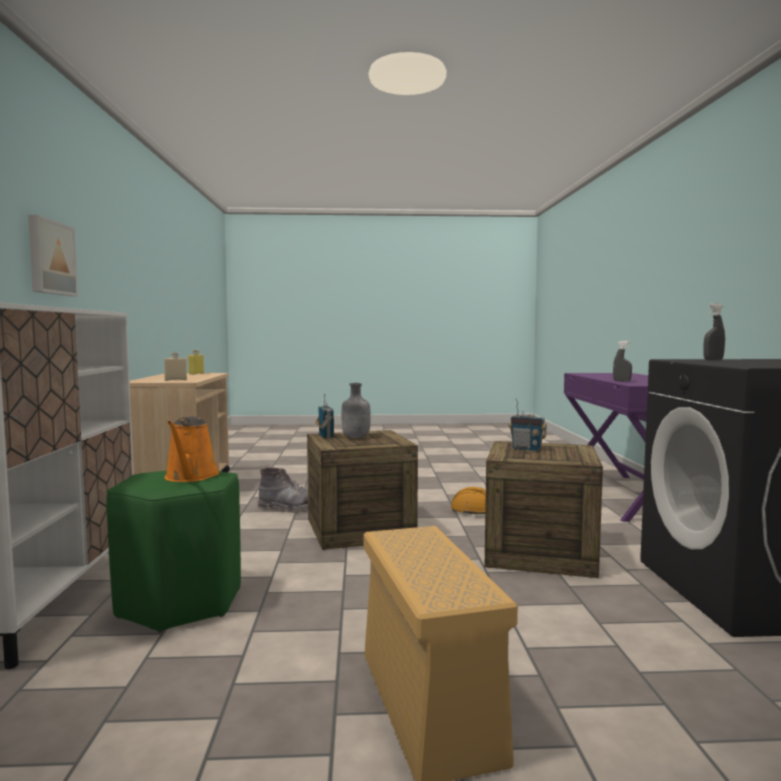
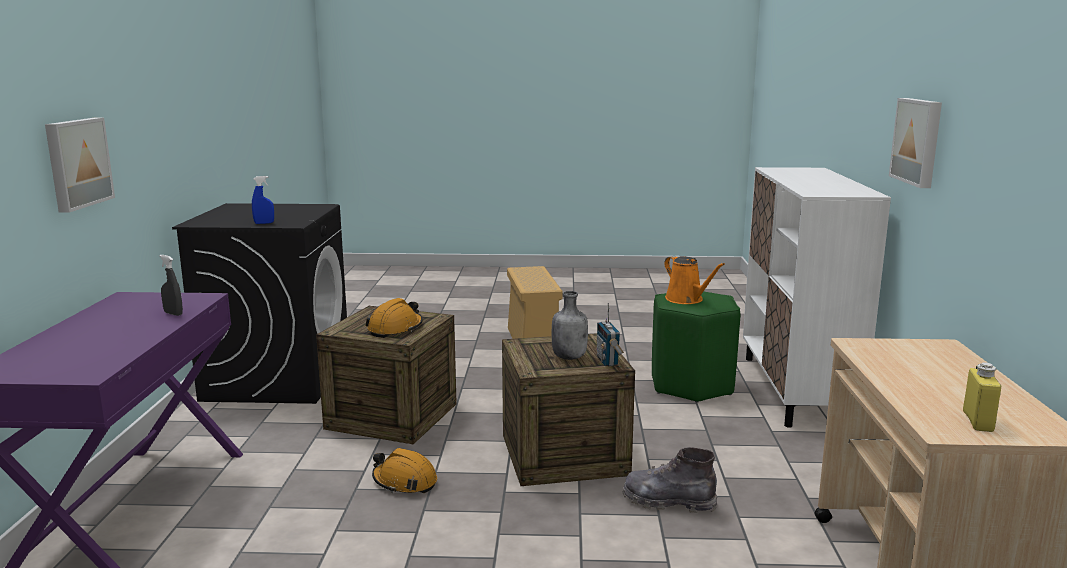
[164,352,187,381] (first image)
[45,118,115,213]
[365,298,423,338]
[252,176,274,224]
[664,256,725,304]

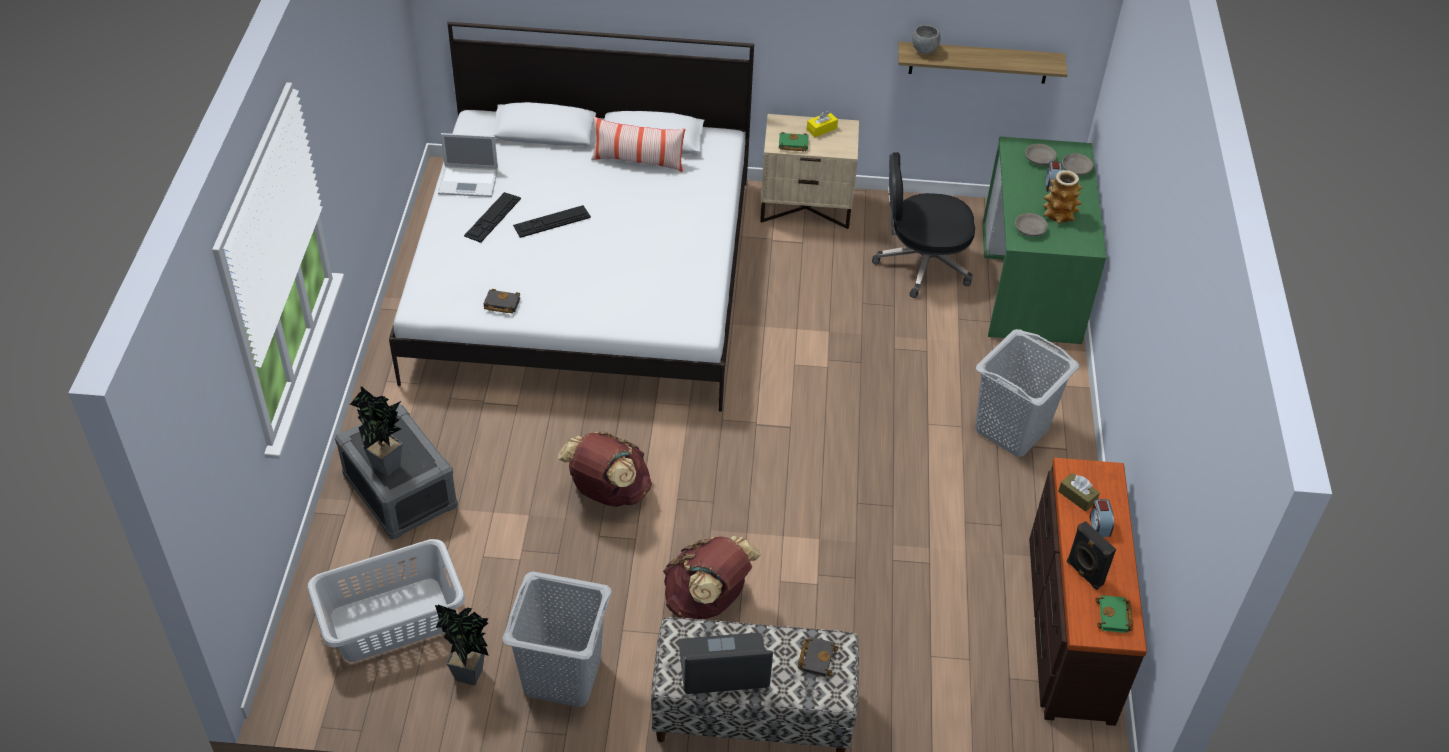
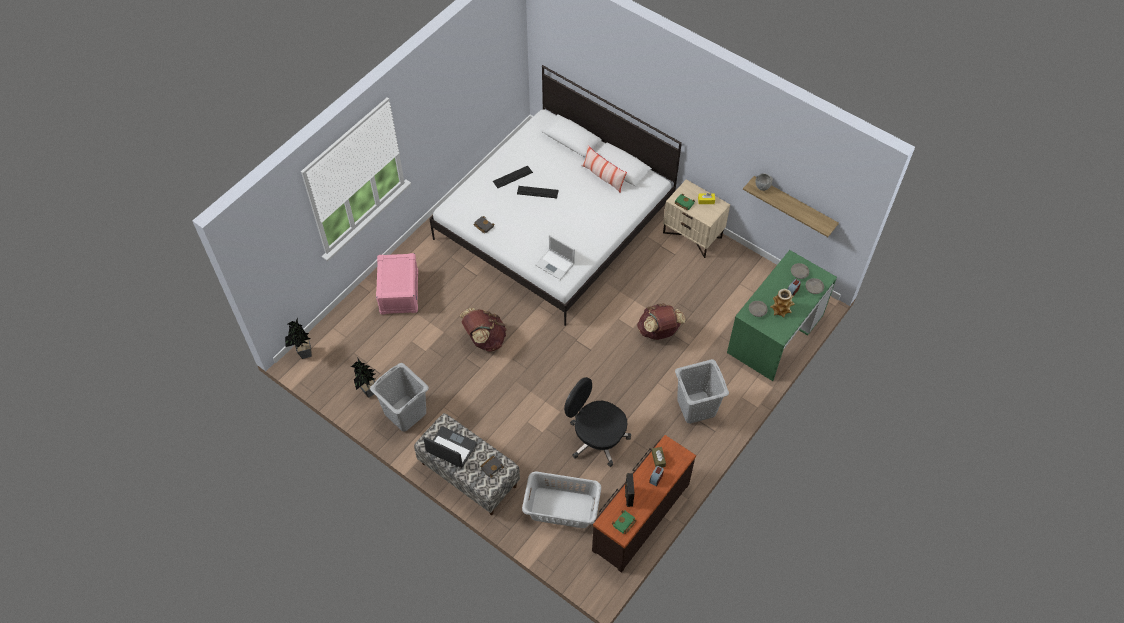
[522,471,601,528]
[285,318,312,359]
[535,235,575,280]
[637,303,686,340]
[564,377,631,467]
[376,253,418,314]

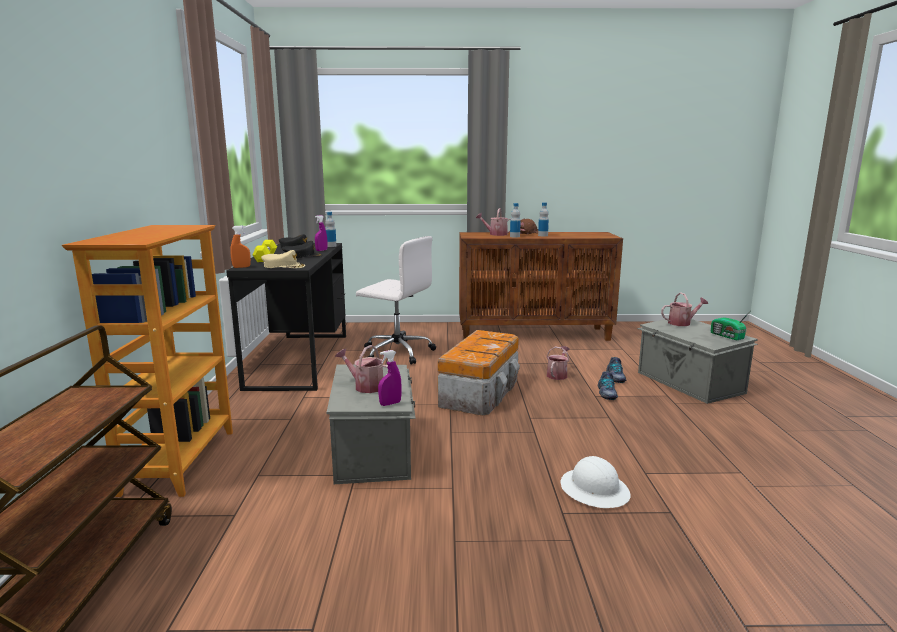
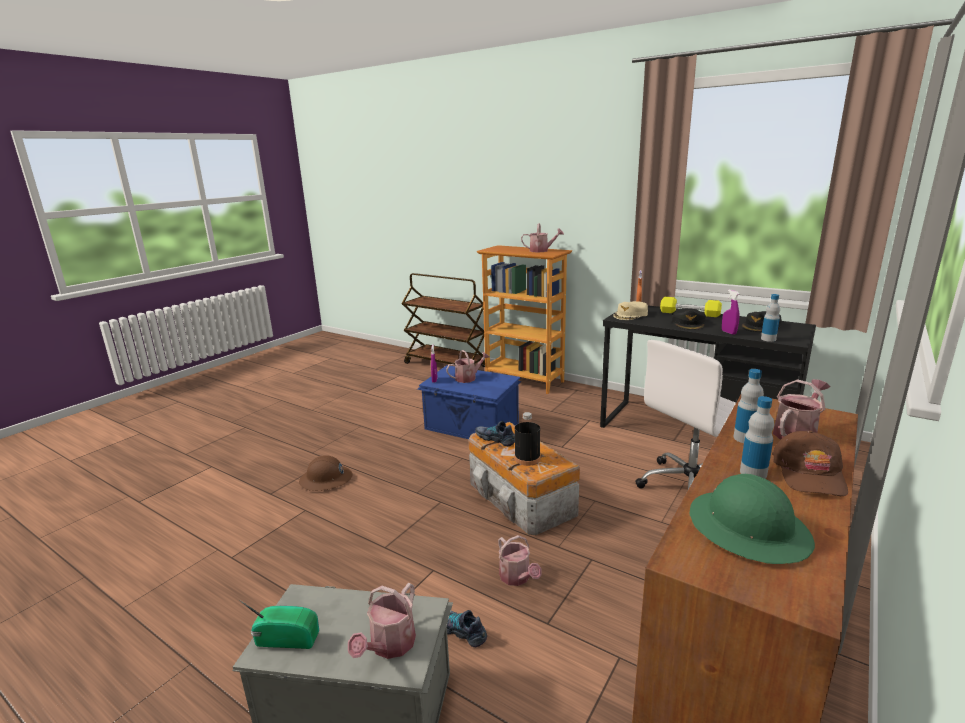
[515,412,540,466]
[521,223,564,253]
[690,474,815,564]
[475,421,515,446]
[417,365,521,439]
[299,455,353,491]

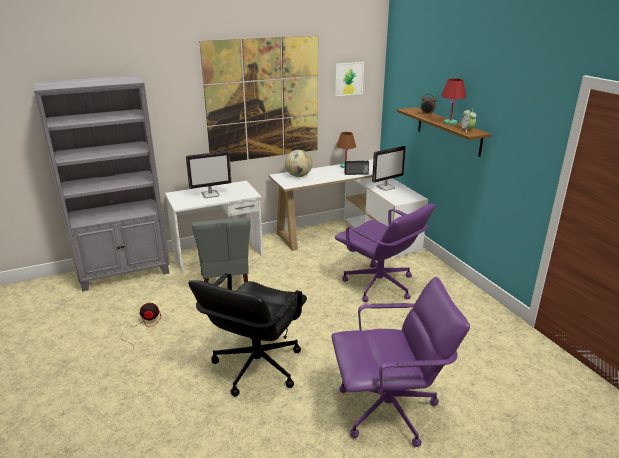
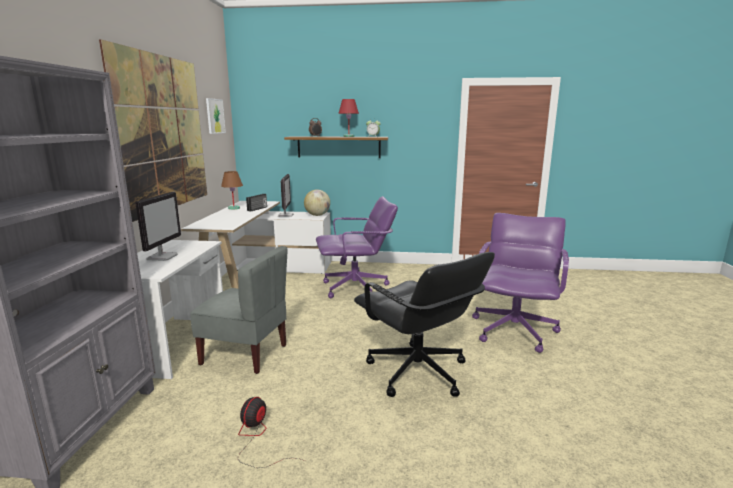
[304,190,330,216]

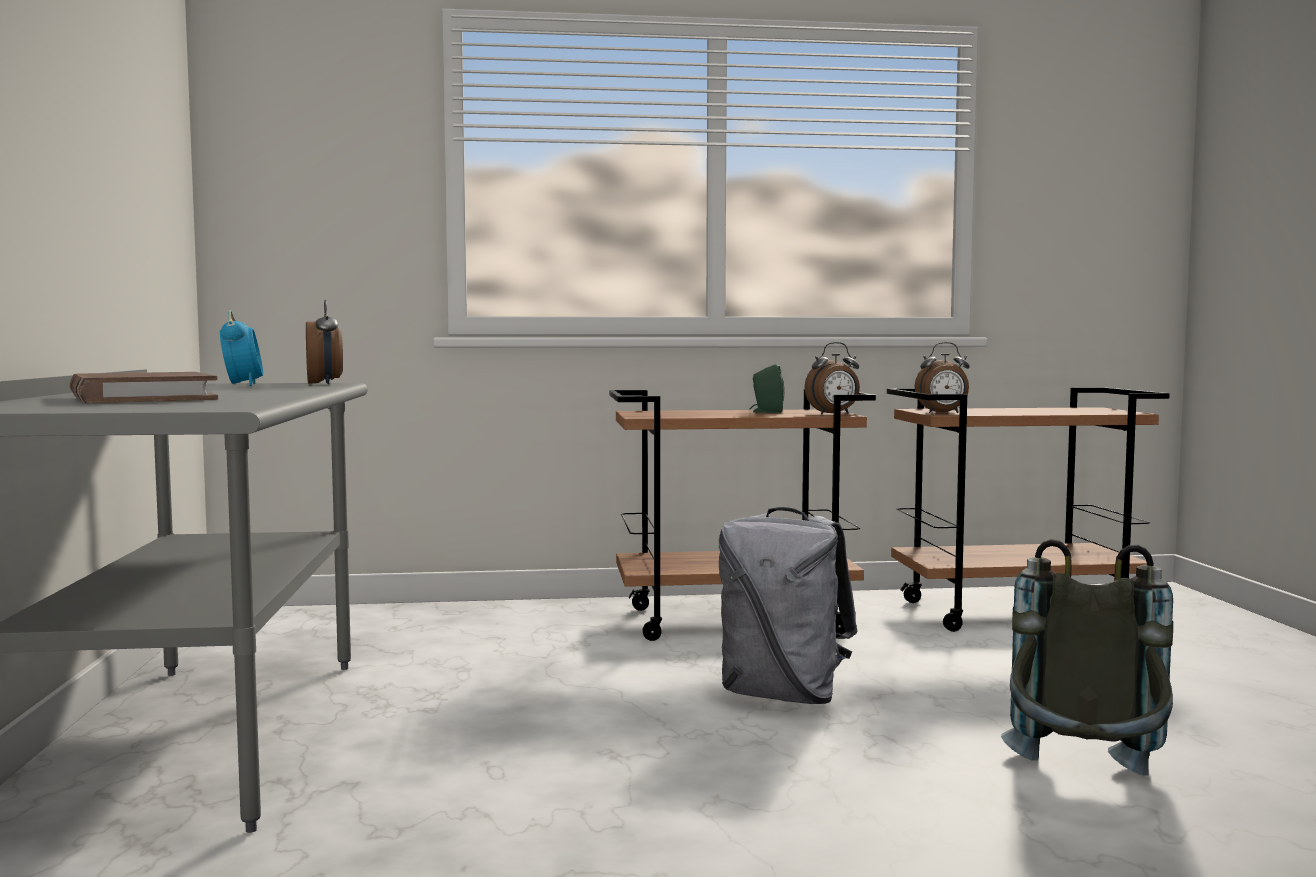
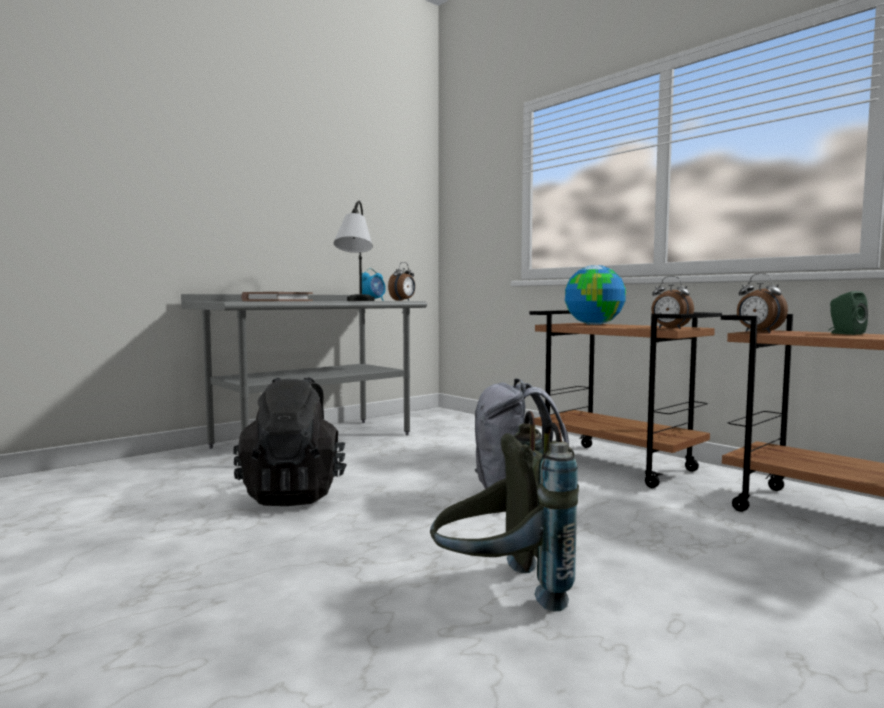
[233,377,347,506]
[334,201,375,301]
[565,265,626,325]
[828,291,868,335]

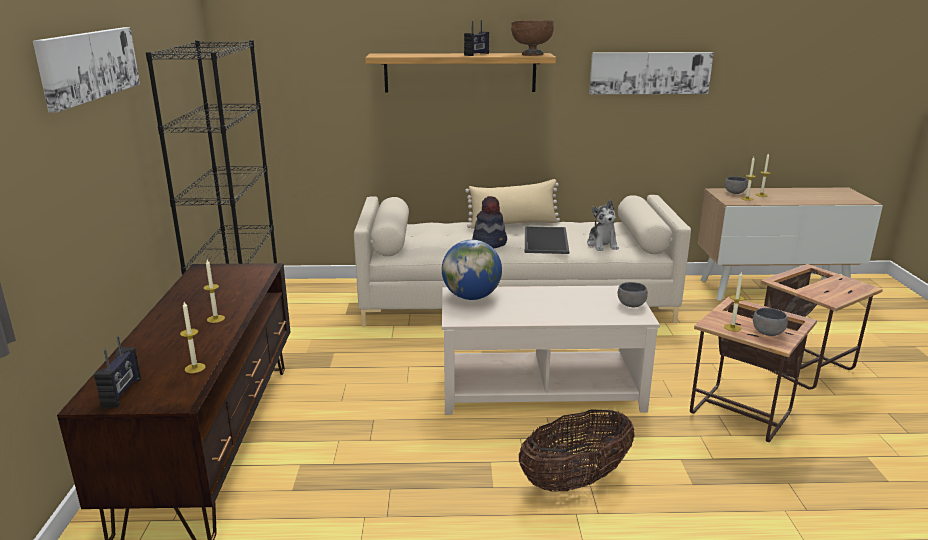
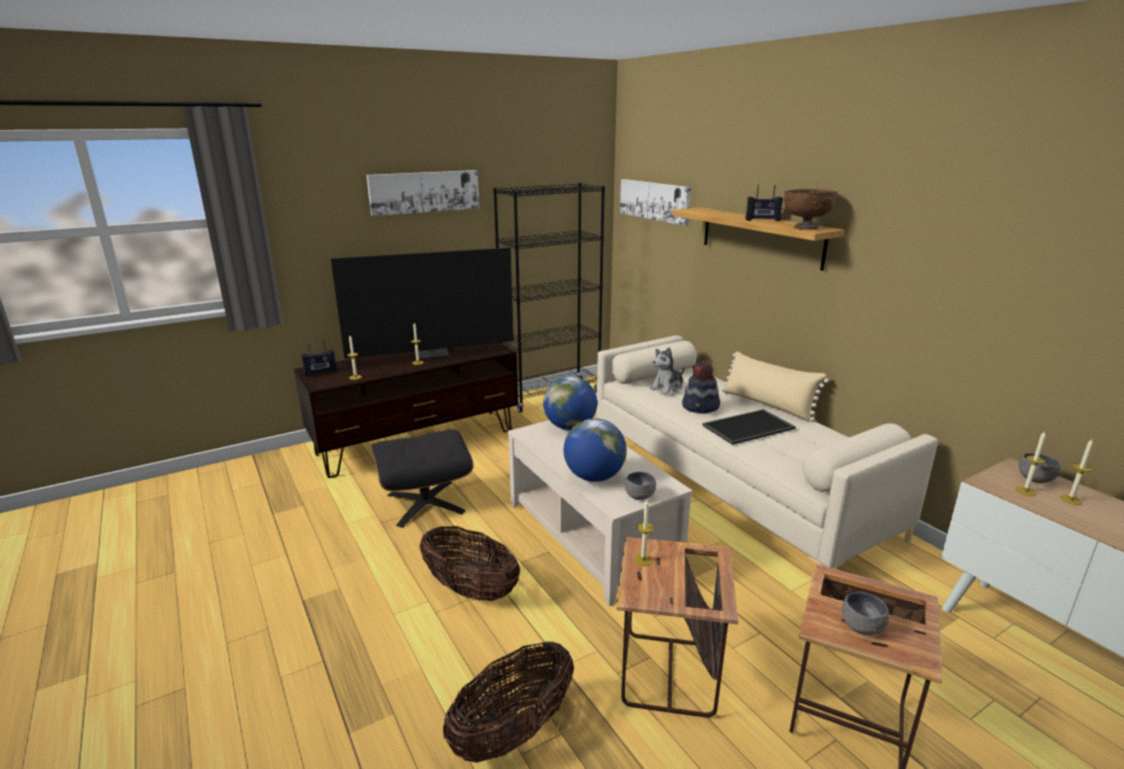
[331,248,514,359]
[370,429,474,528]
[443,641,574,763]
[564,418,627,482]
[650,347,685,395]
[620,179,691,226]
[842,592,889,635]

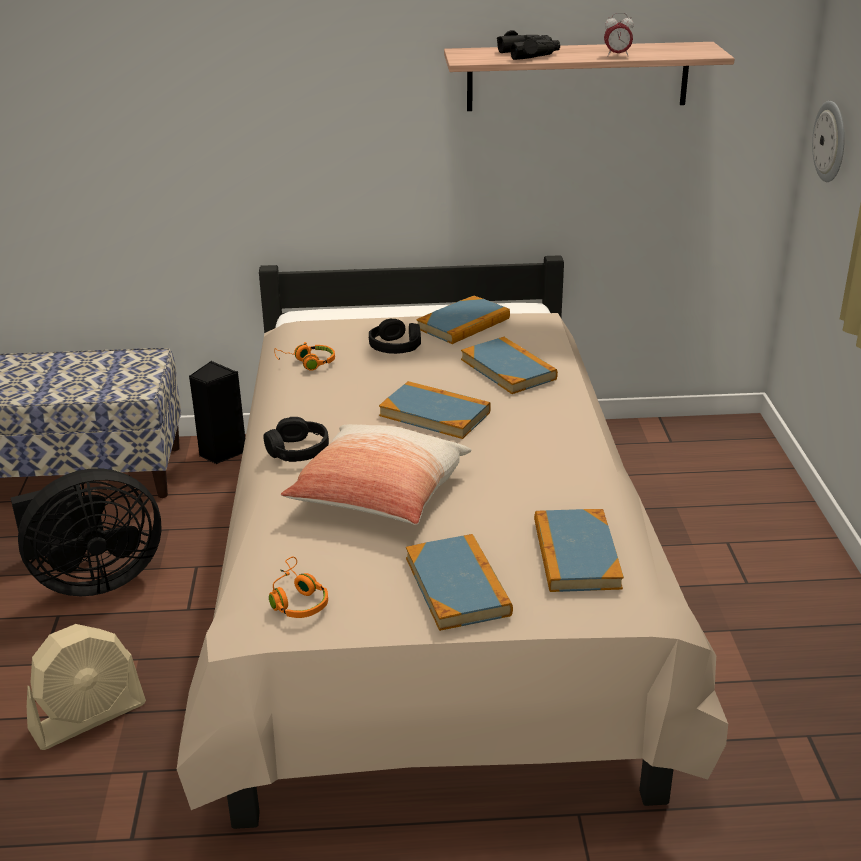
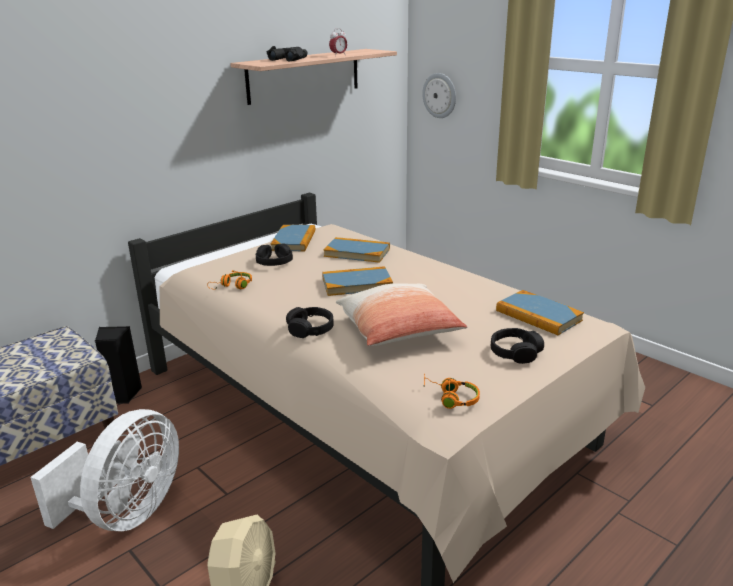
[491,328,544,364]
[30,409,179,531]

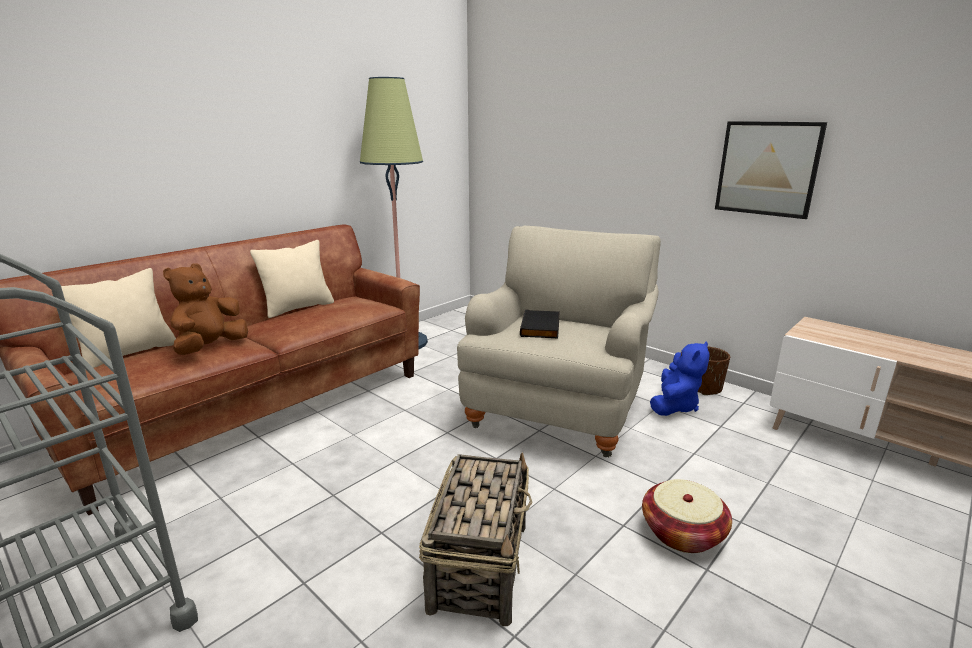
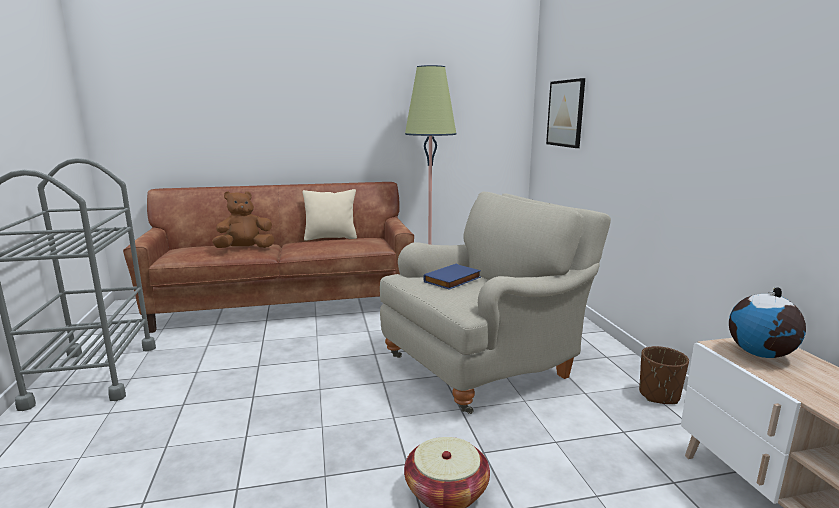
[61,268,176,368] (first image)
[419,452,533,626] (first image)
[650,341,710,416] (first image)
[729,287,806,358]
[546,78,585,148]
[423,264,481,290]

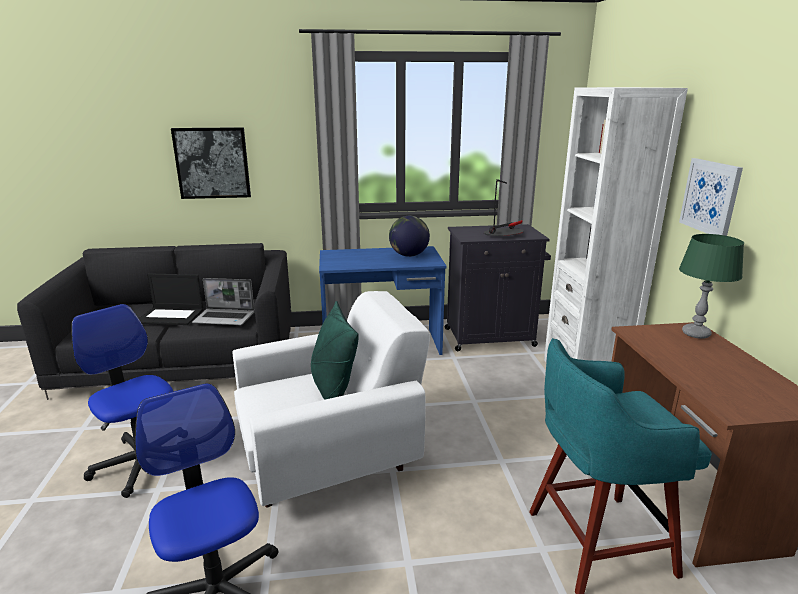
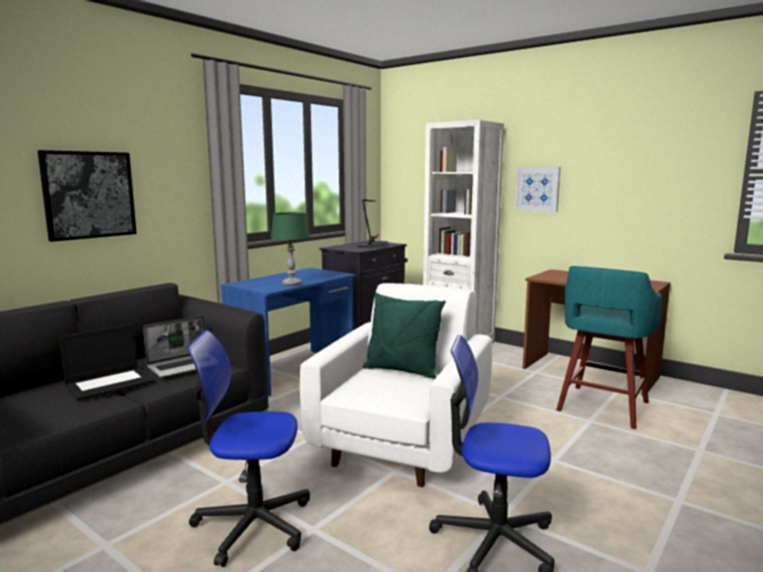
[389,216,430,257] (first image)
[270,212,310,286]

